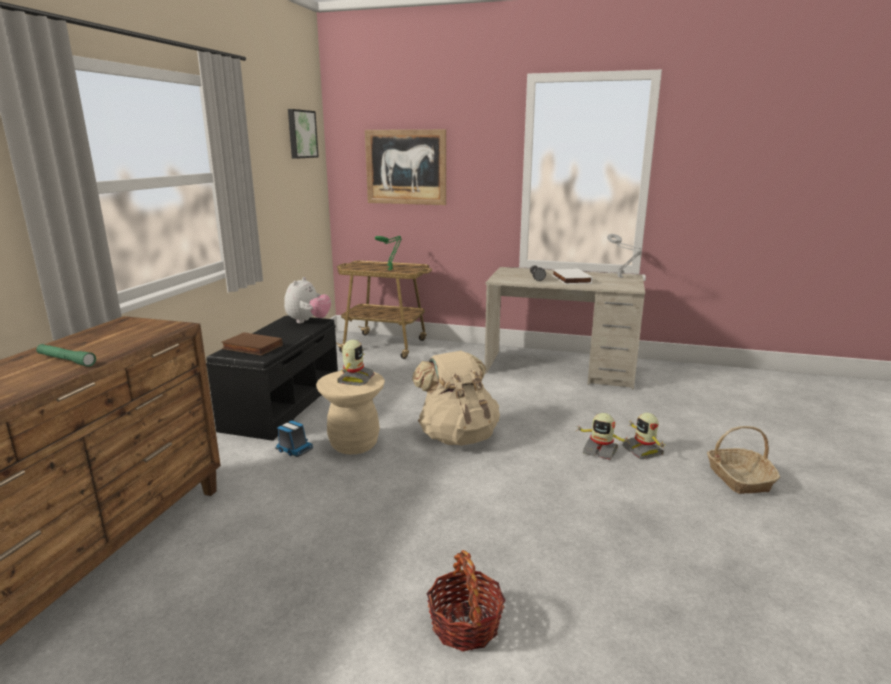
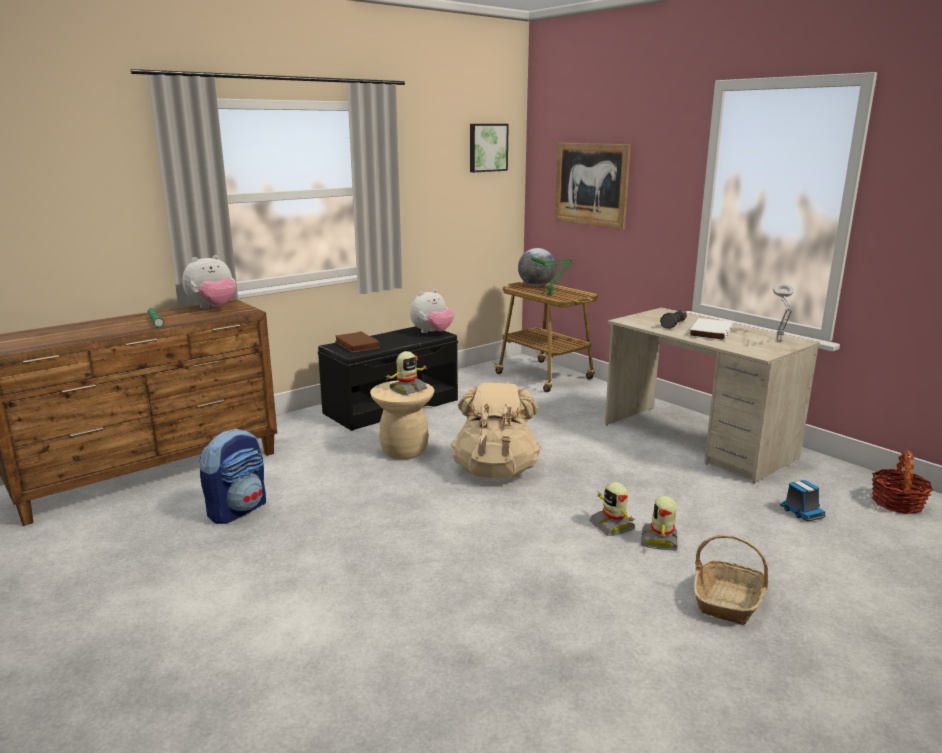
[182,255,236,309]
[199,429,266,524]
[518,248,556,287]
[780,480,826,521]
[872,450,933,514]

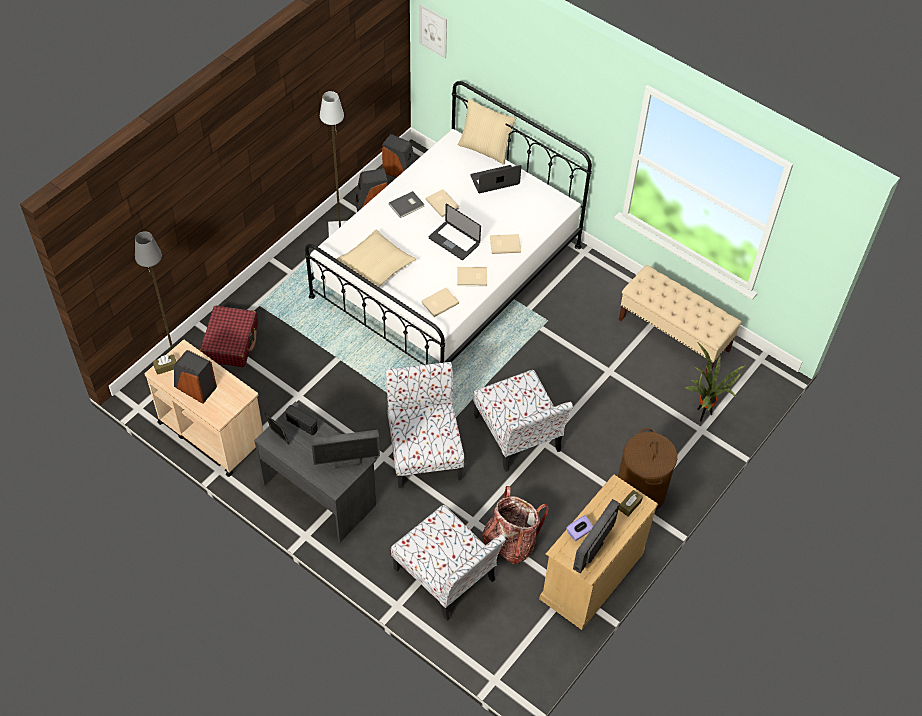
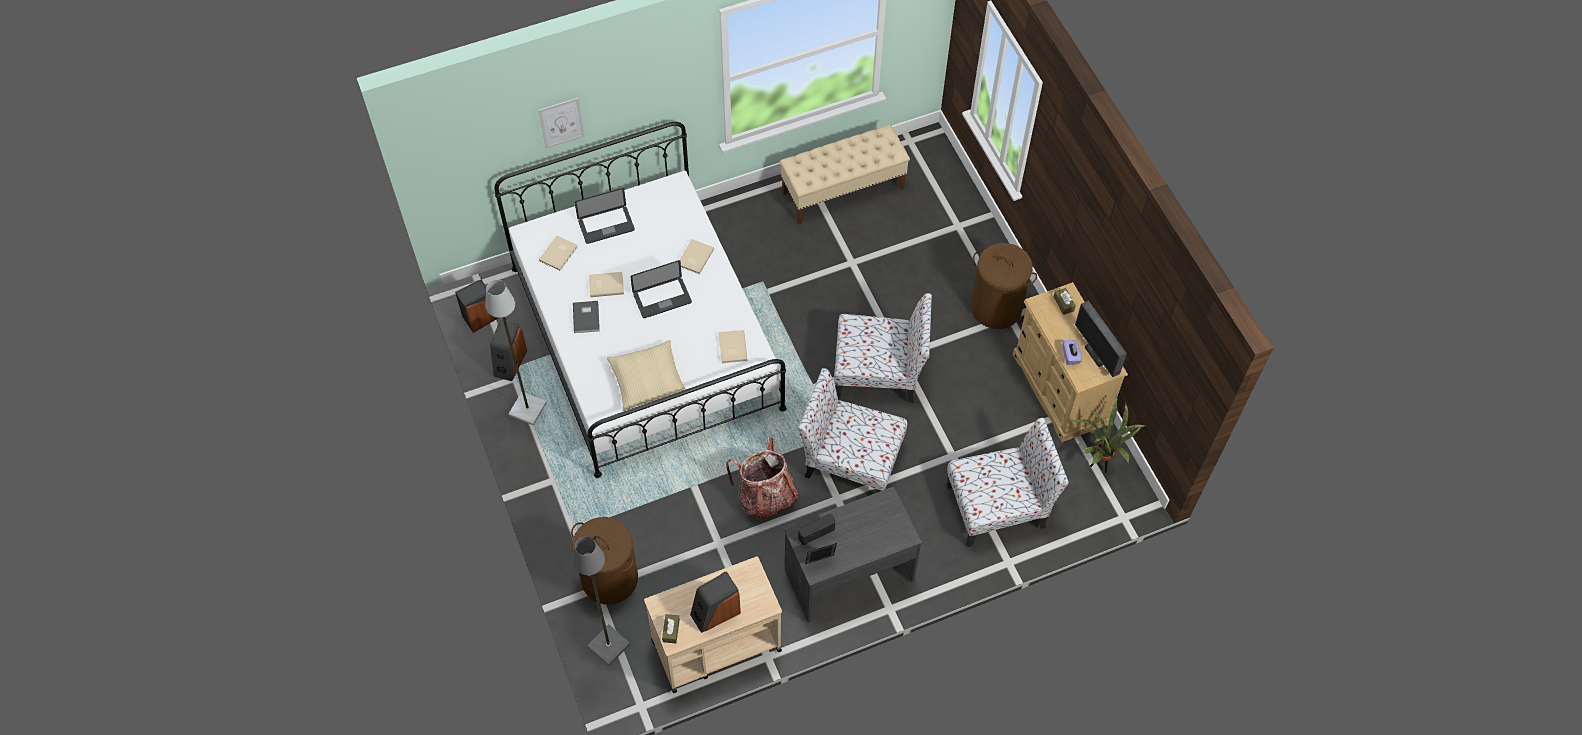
[311,430,380,469] (first image)
[458,99,516,165] (first image)
[538,98,585,149]
[539,236,578,271]
[726,438,798,521]
[1074,395,1146,473]
[571,517,638,604]
[575,188,635,244]

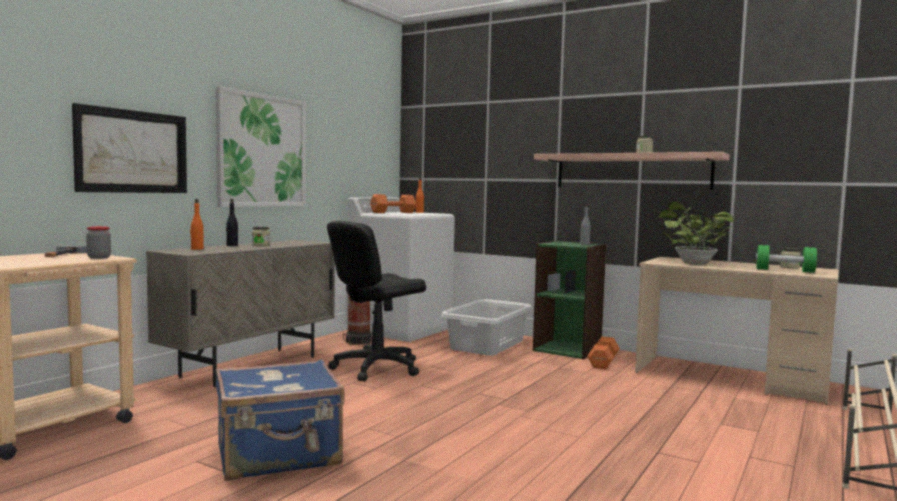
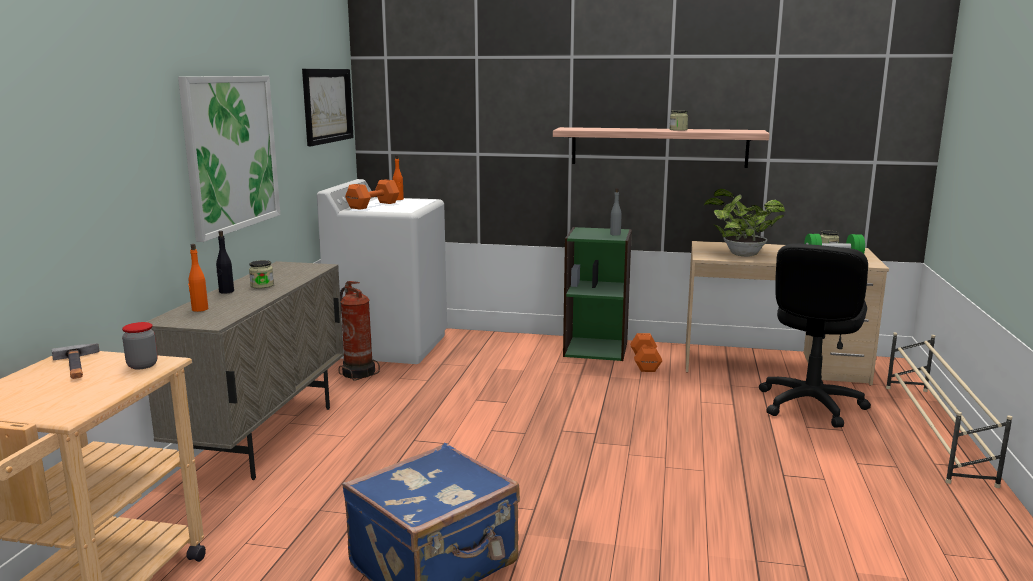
[441,299,532,356] (first image)
[302,69,354,146]
[759,243,871,427]

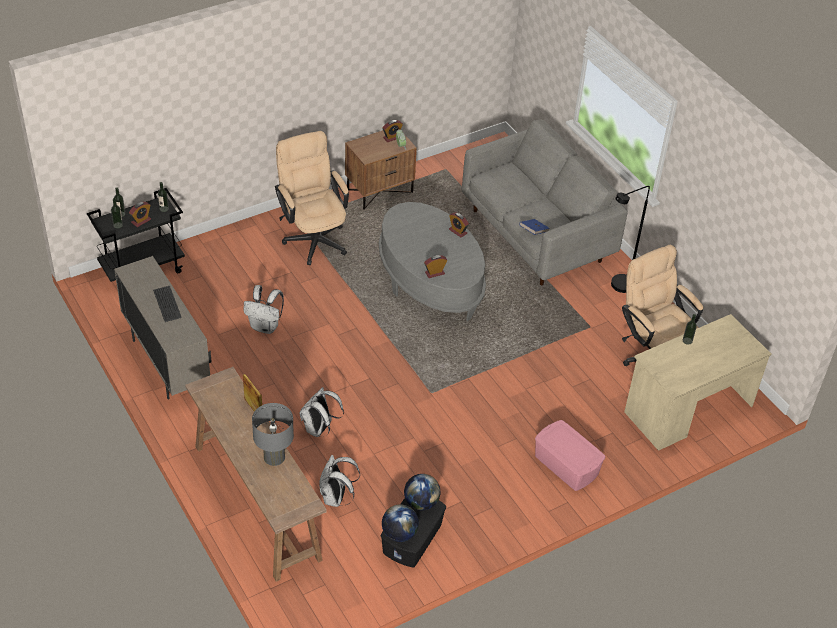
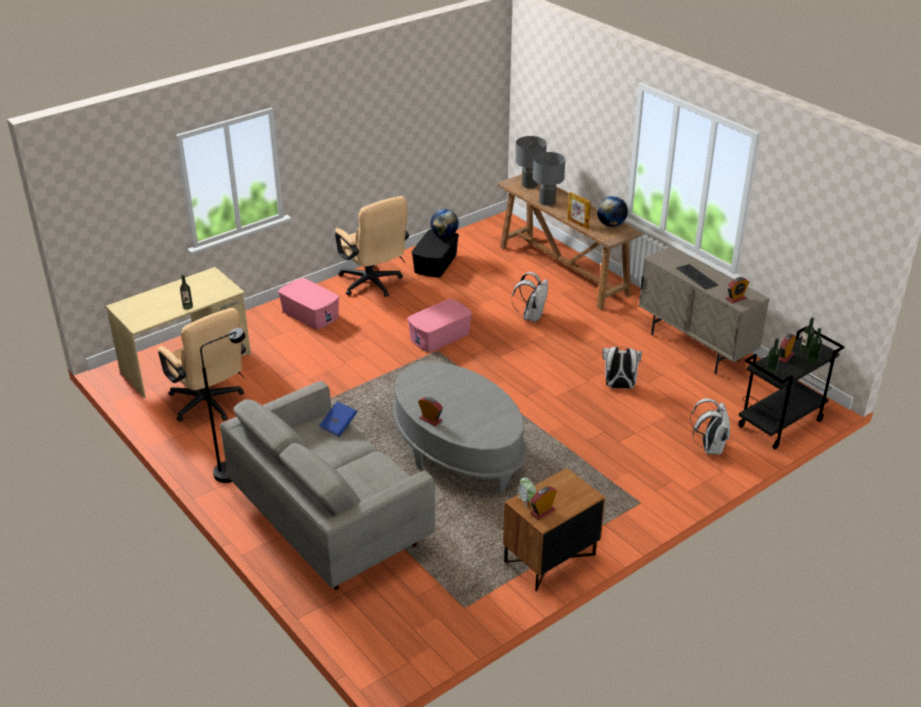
[407,299,472,353]
[515,136,547,189]
[335,196,409,297]
[690,398,730,455]
[597,196,628,227]
[726,277,749,304]

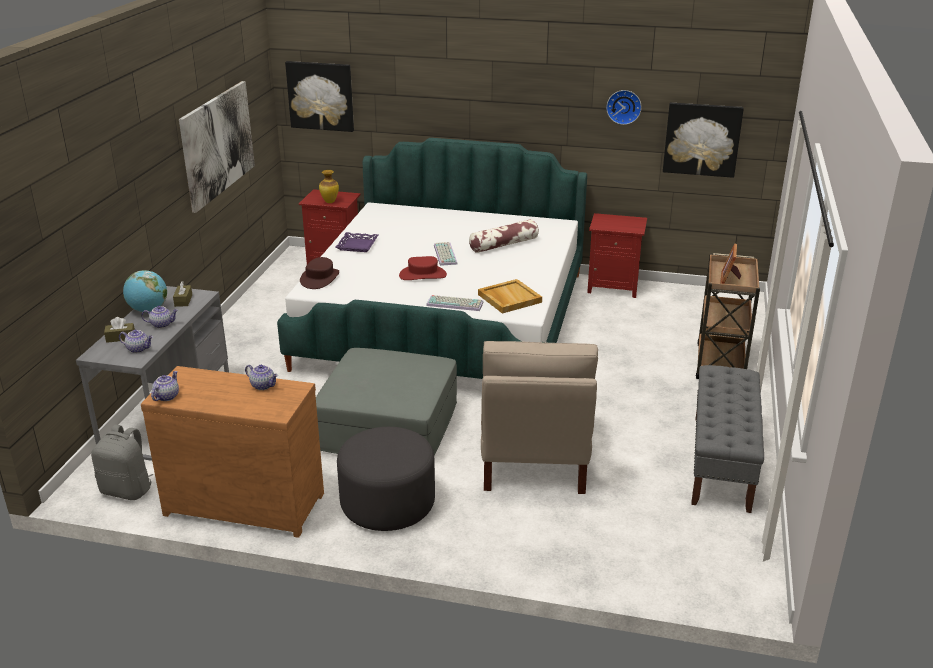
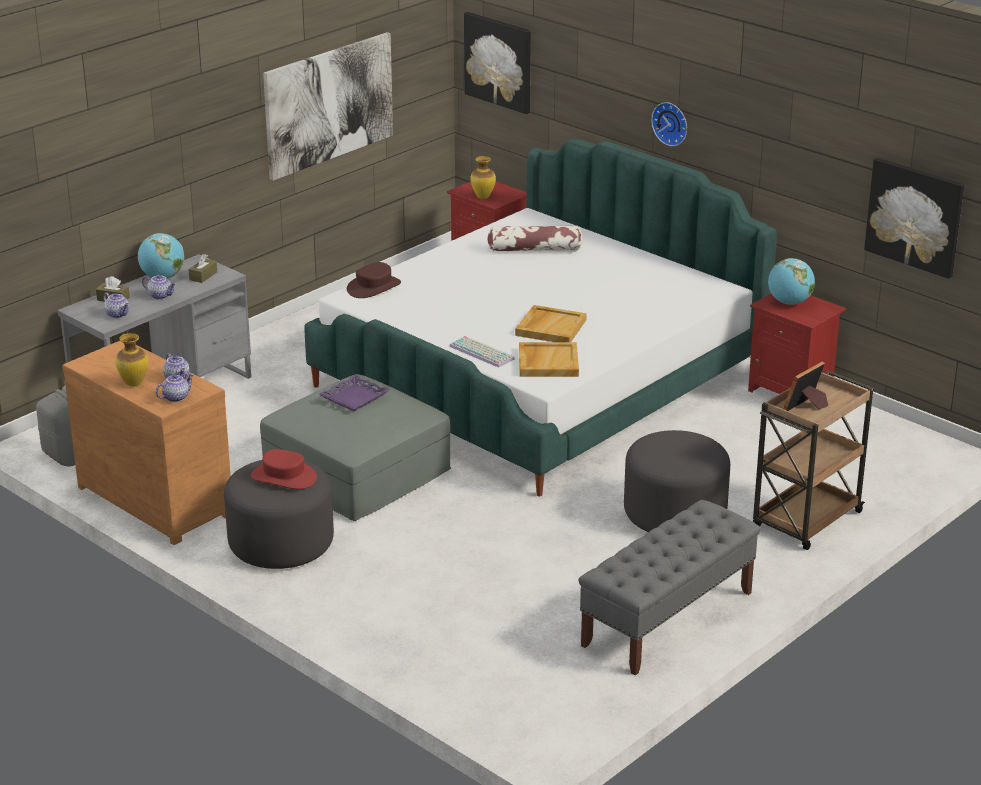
[434,242,458,266] (first image)
[481,341,598,494] (first image)
[115,333,148,387]
[515,305,587,342]
[624,430,730,532]
[768,258,815,305]
[155,373,194,402]
[319,375,390,411]
[251,449,317,489]
[487,226,583,251]
[651,102,687,146]

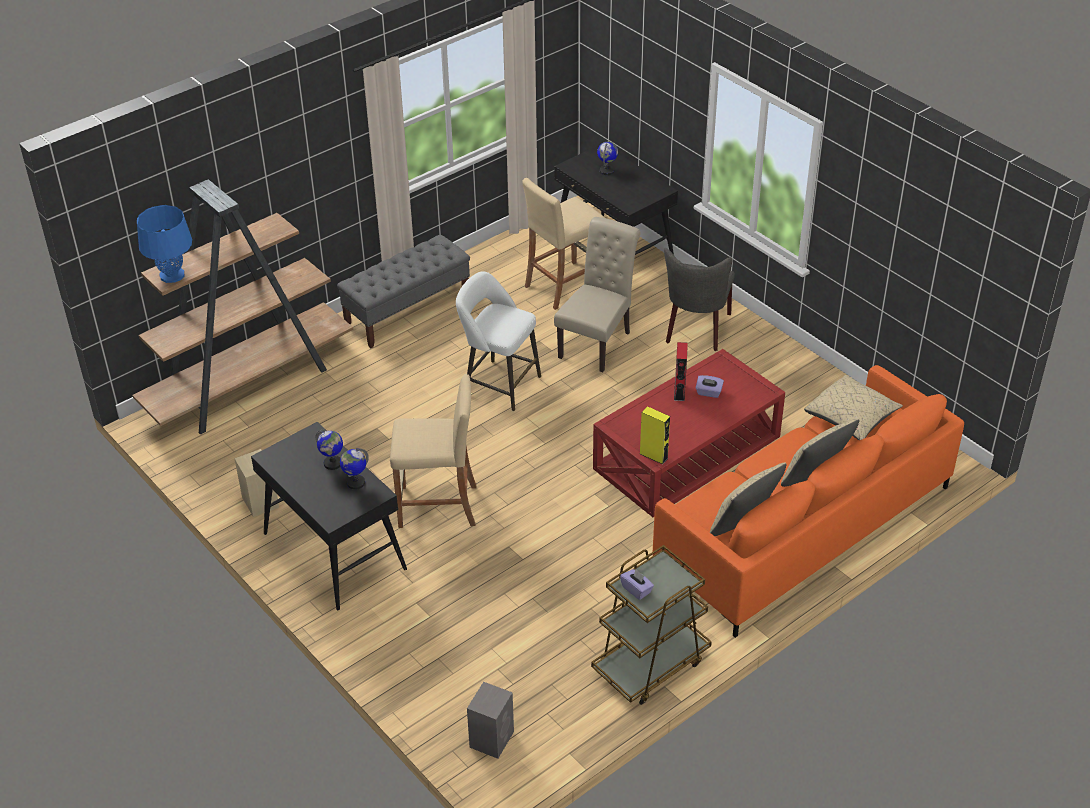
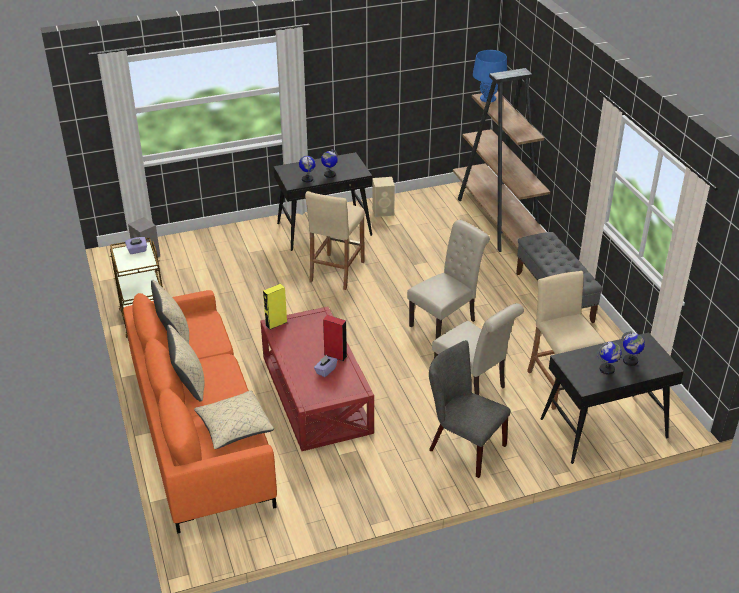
[597,342,622,375]
[407,220,490,339]

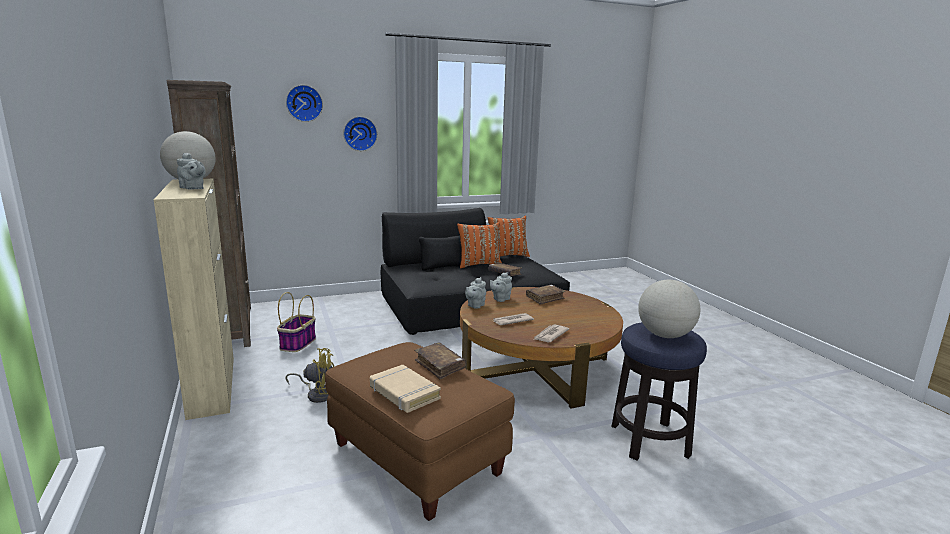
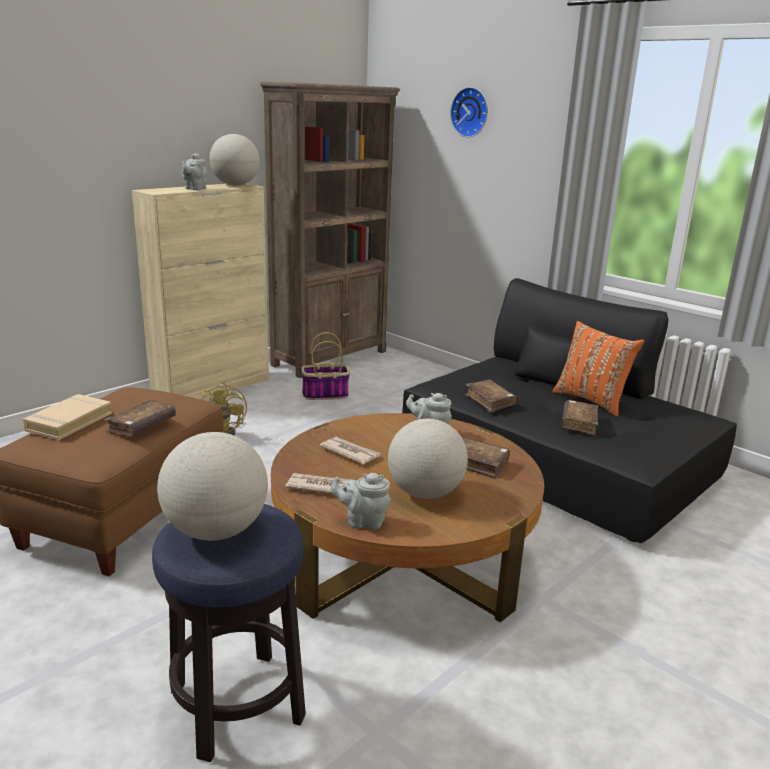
[343,116,377,151] (first image)
[488,215,530,257] (first image)
[388,419,468,499]
[465,380,517,413]
[331,473,391,530]

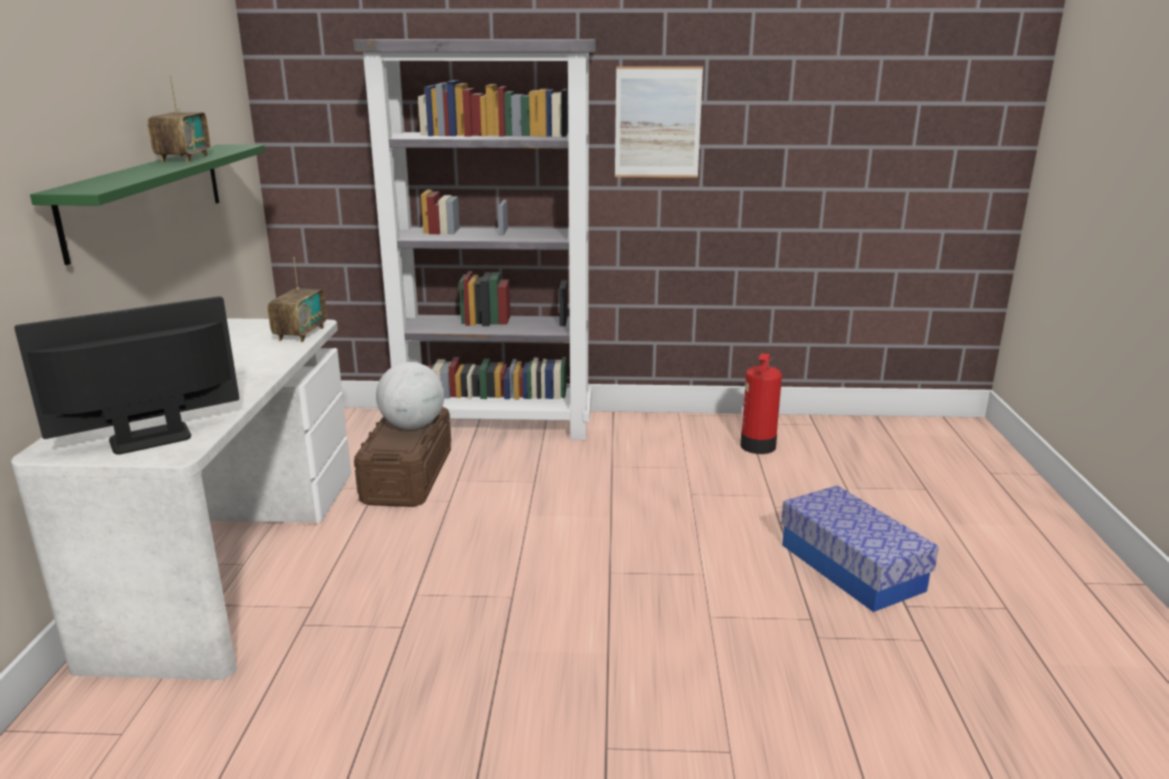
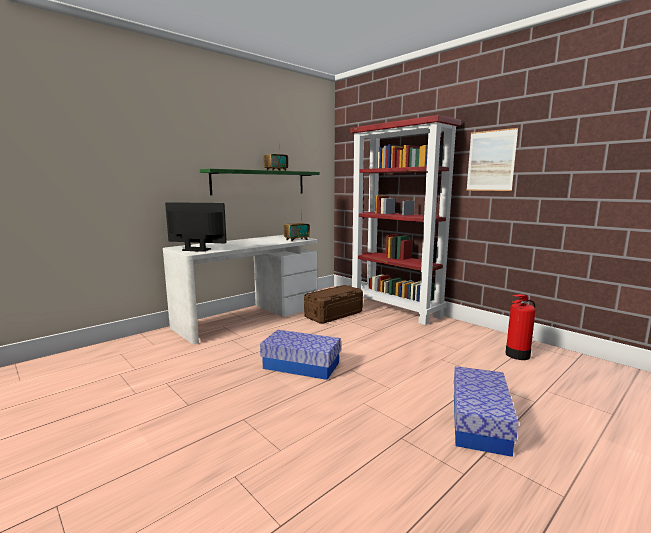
[376,362,444,429] (first image)
[260,330,341,380]
[350,115,461,325]

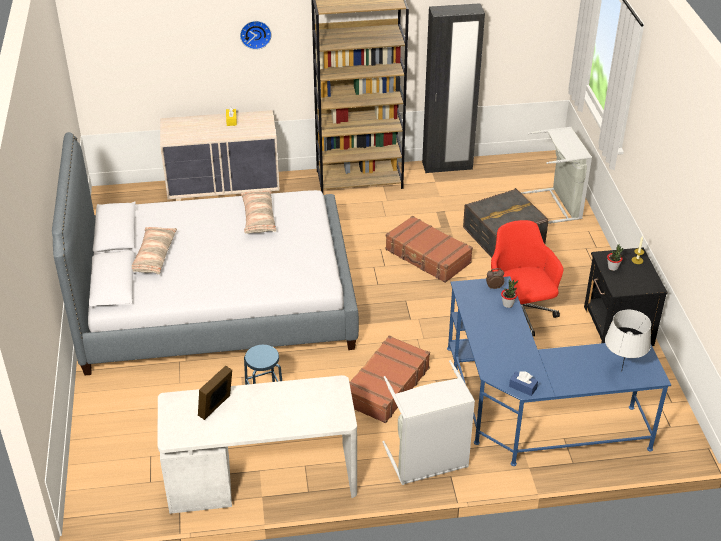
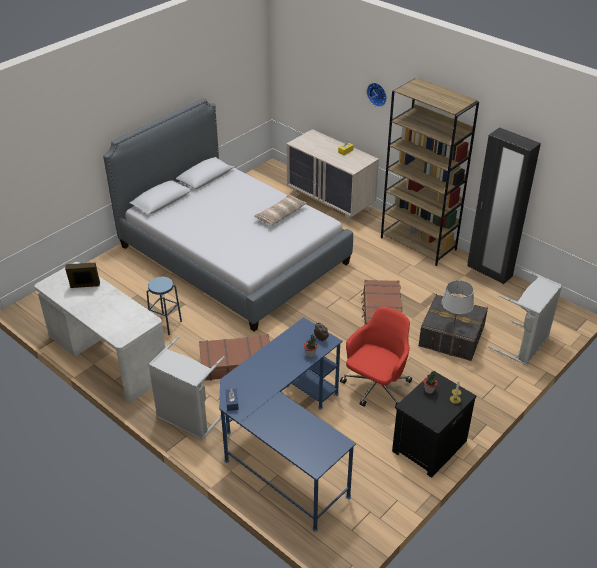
[131,227,177,274] (first image)
[442,280,474,325]

